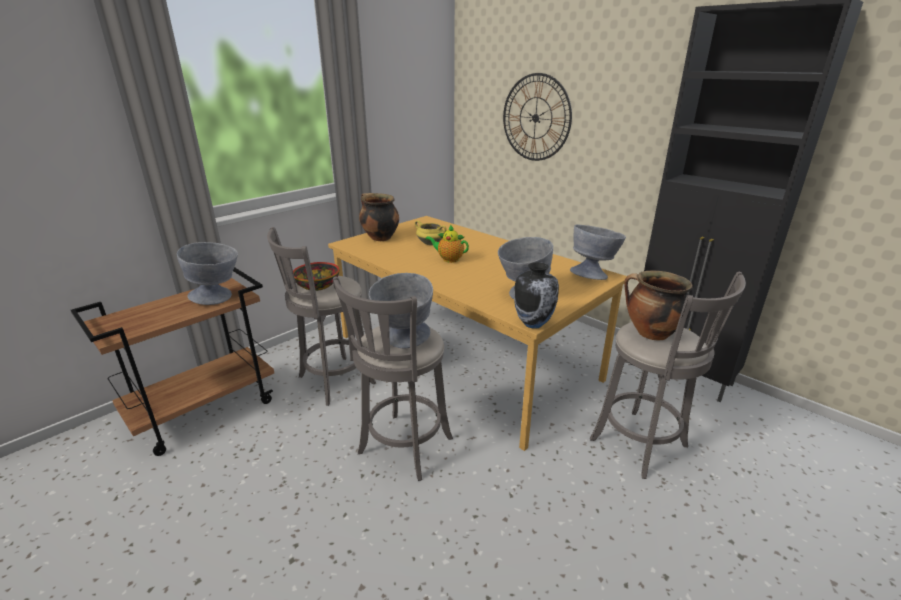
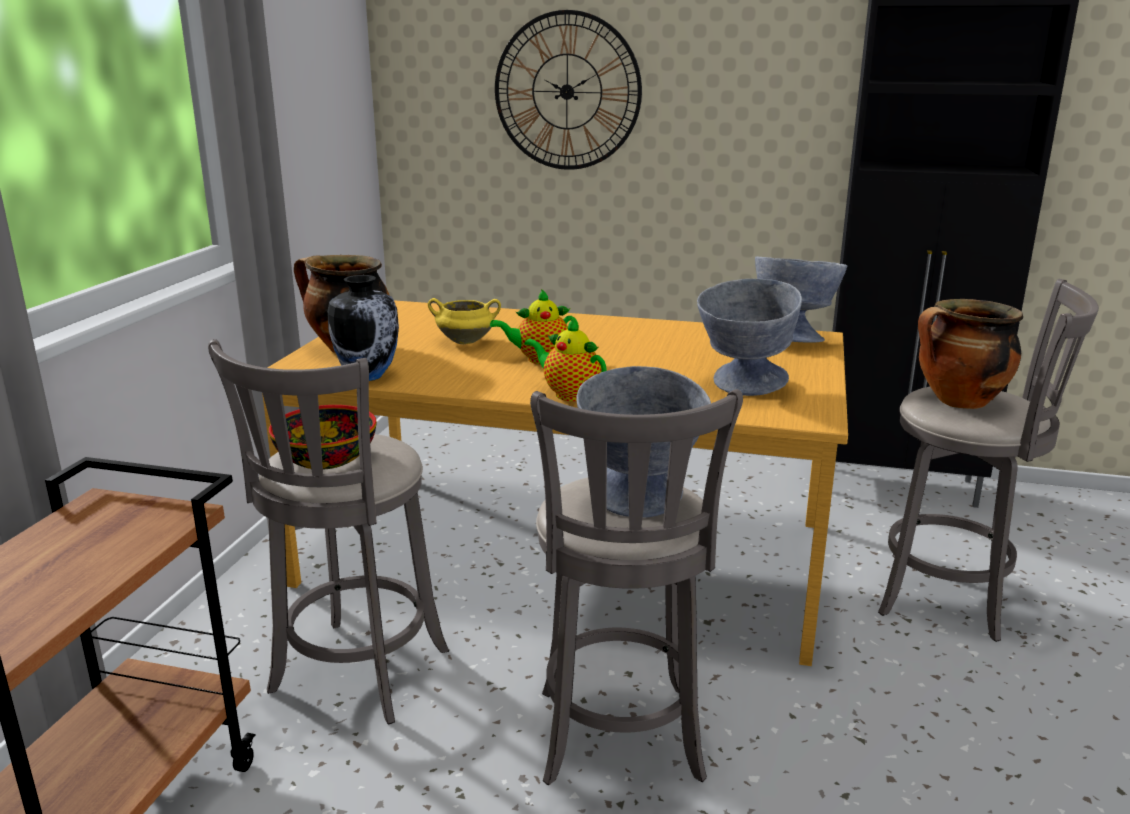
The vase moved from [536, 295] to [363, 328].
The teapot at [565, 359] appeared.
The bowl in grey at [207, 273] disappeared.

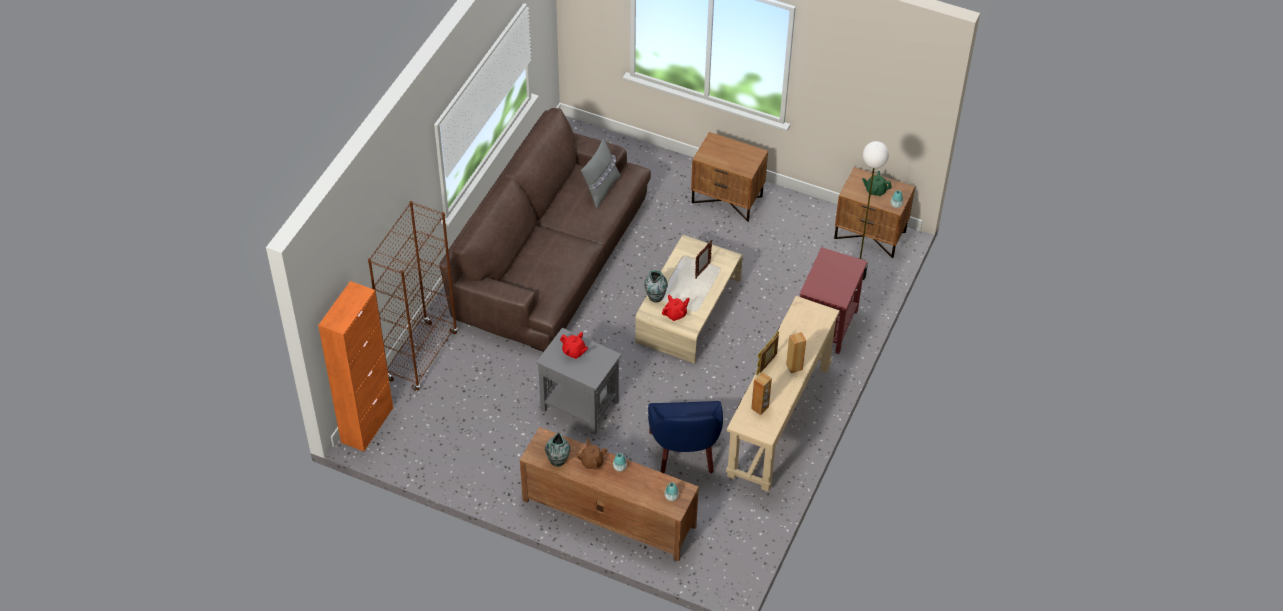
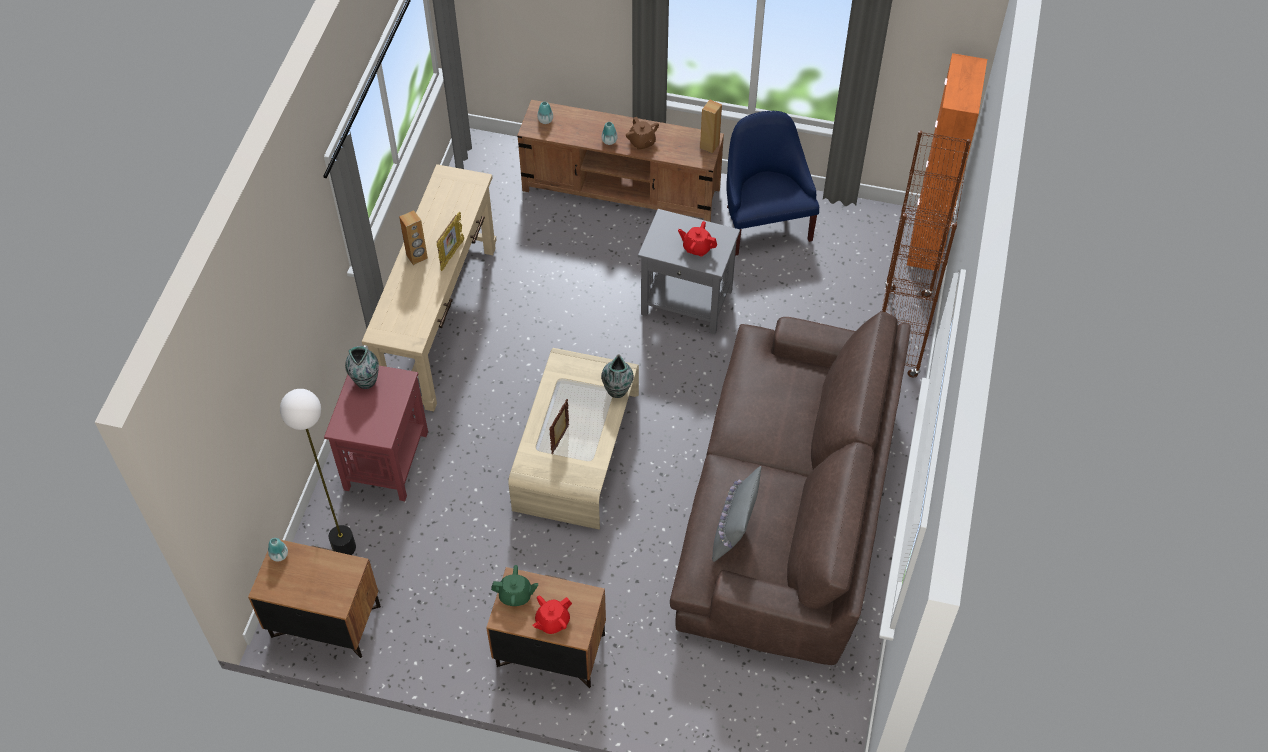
The vase moved from [558, 449] to [362, 367].
The teapot in green moved from [877, 183] to [514, 585].
The teapot in red moved from [676, 308] to [552, 615].
The speaker in brown moved from [761, 393] to [711, 126].
The armchair in blue moved from [685, 437] to [773, 183].

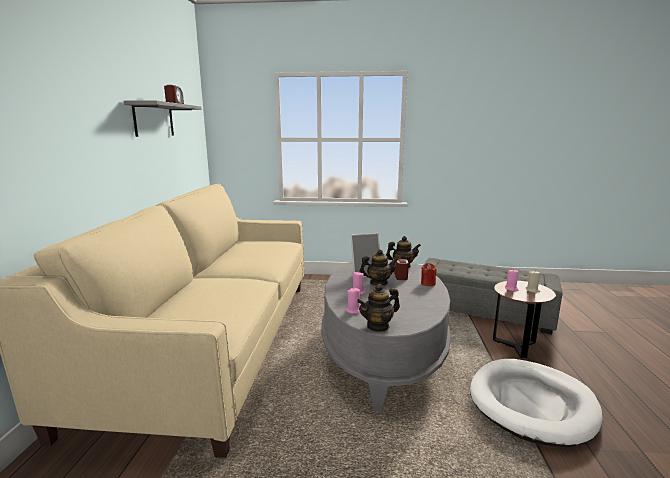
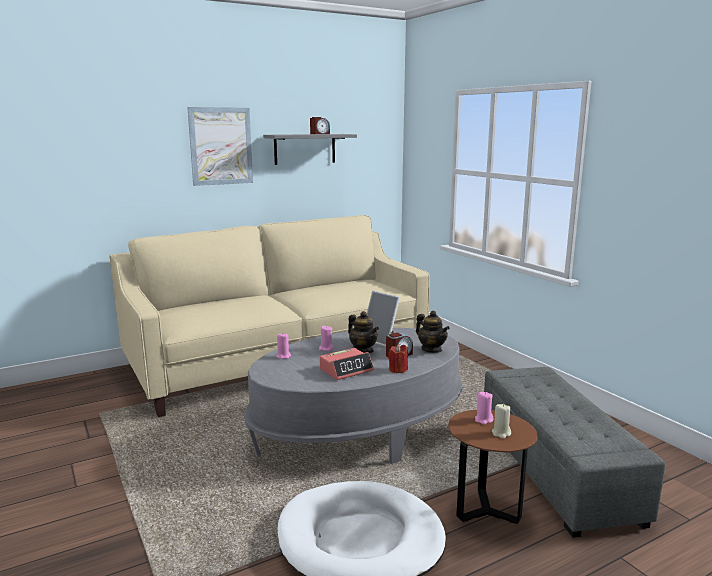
The picture at [220, 146] appeared.
The alarm clock at [347, 364] appeared.
The teapot at [378, 308] disappeared.

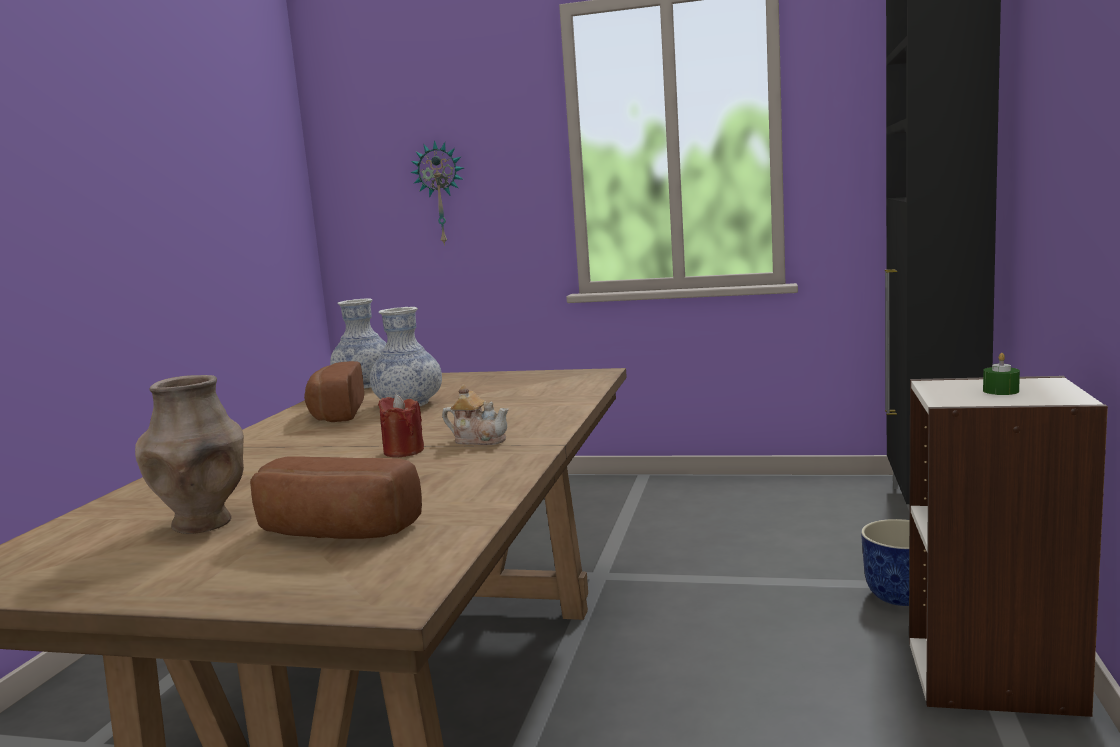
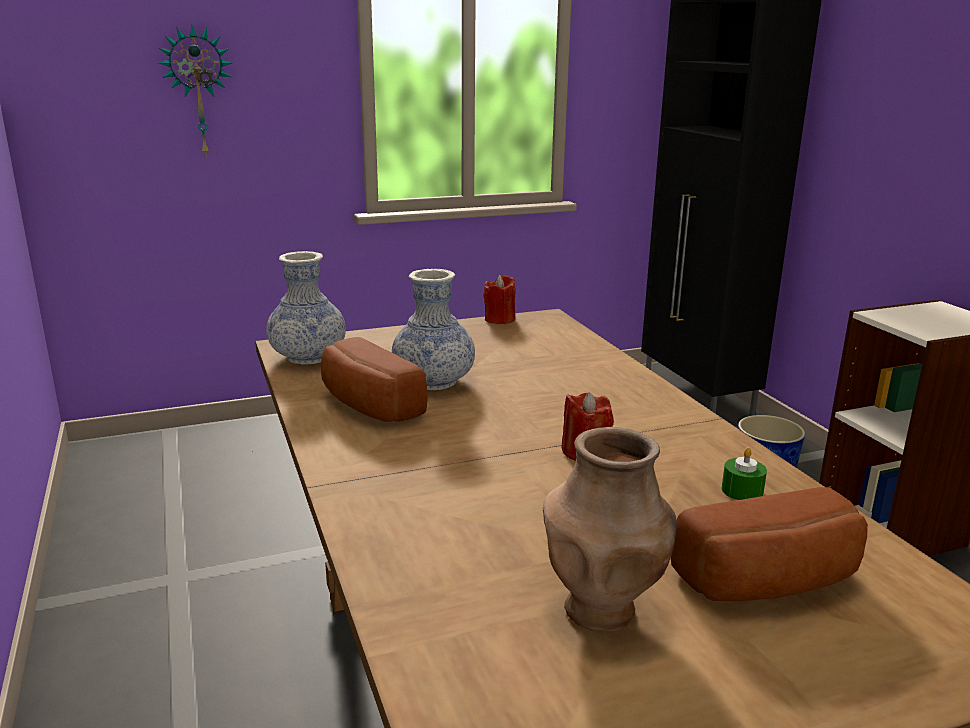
The candle in red at [499, 299] appeared.
The candle in green moved from [1001, 374] to [744, 473].
The teapot at [475, 415] disappeared.

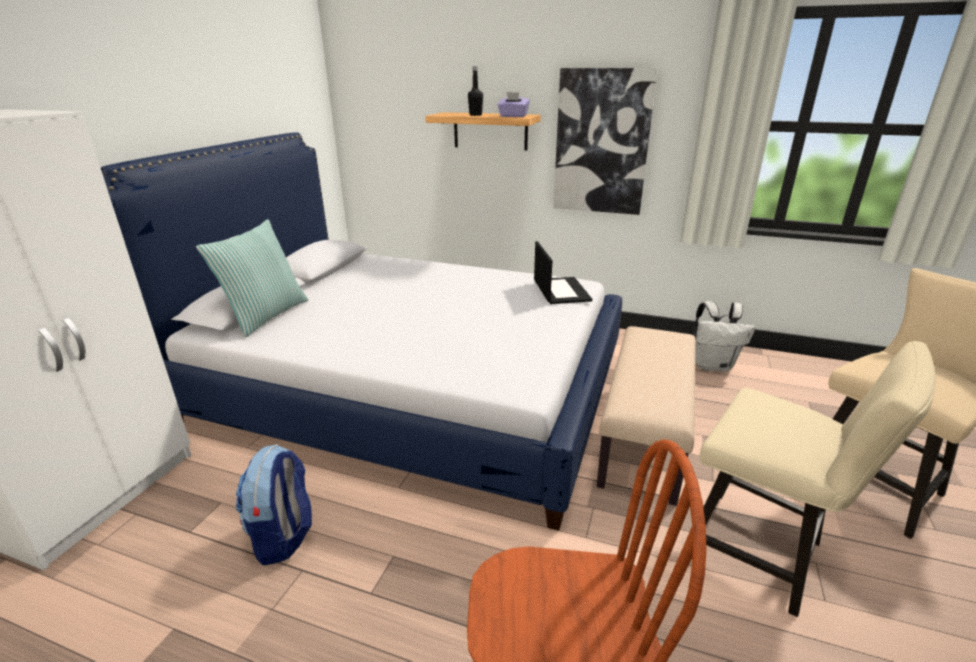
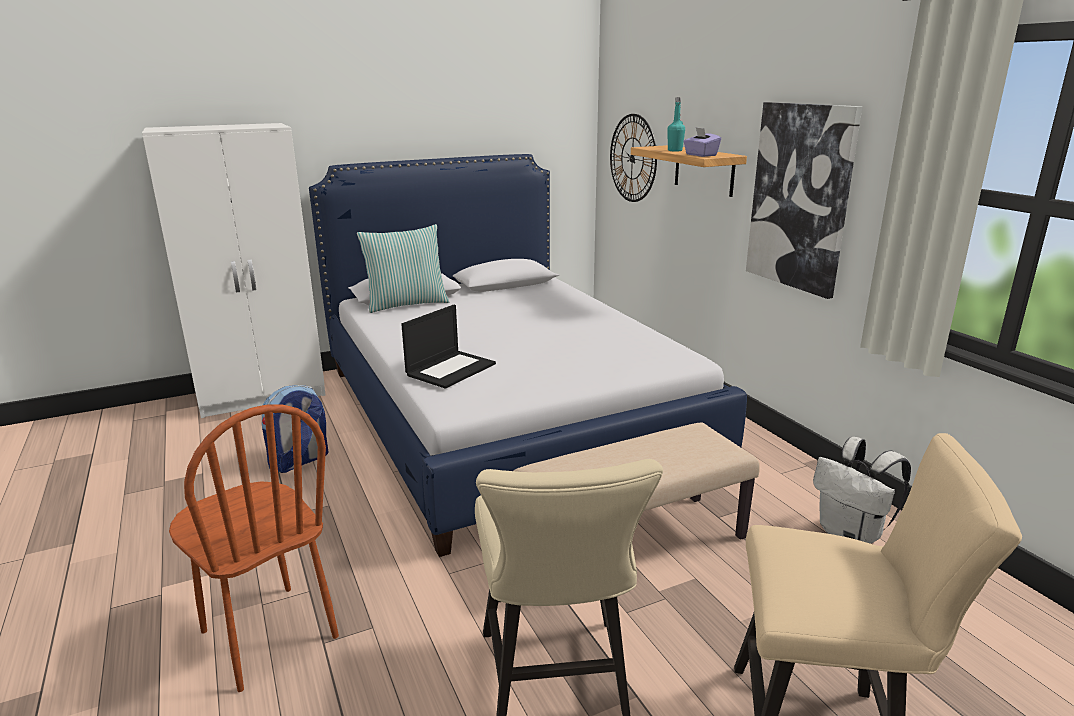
The laptop moved from [563, 272] to [448, 347].
The wall clock at [633, 158] appeared.
The bottle in black at [475, 91] became the bottle in turquoise at [676, 124].

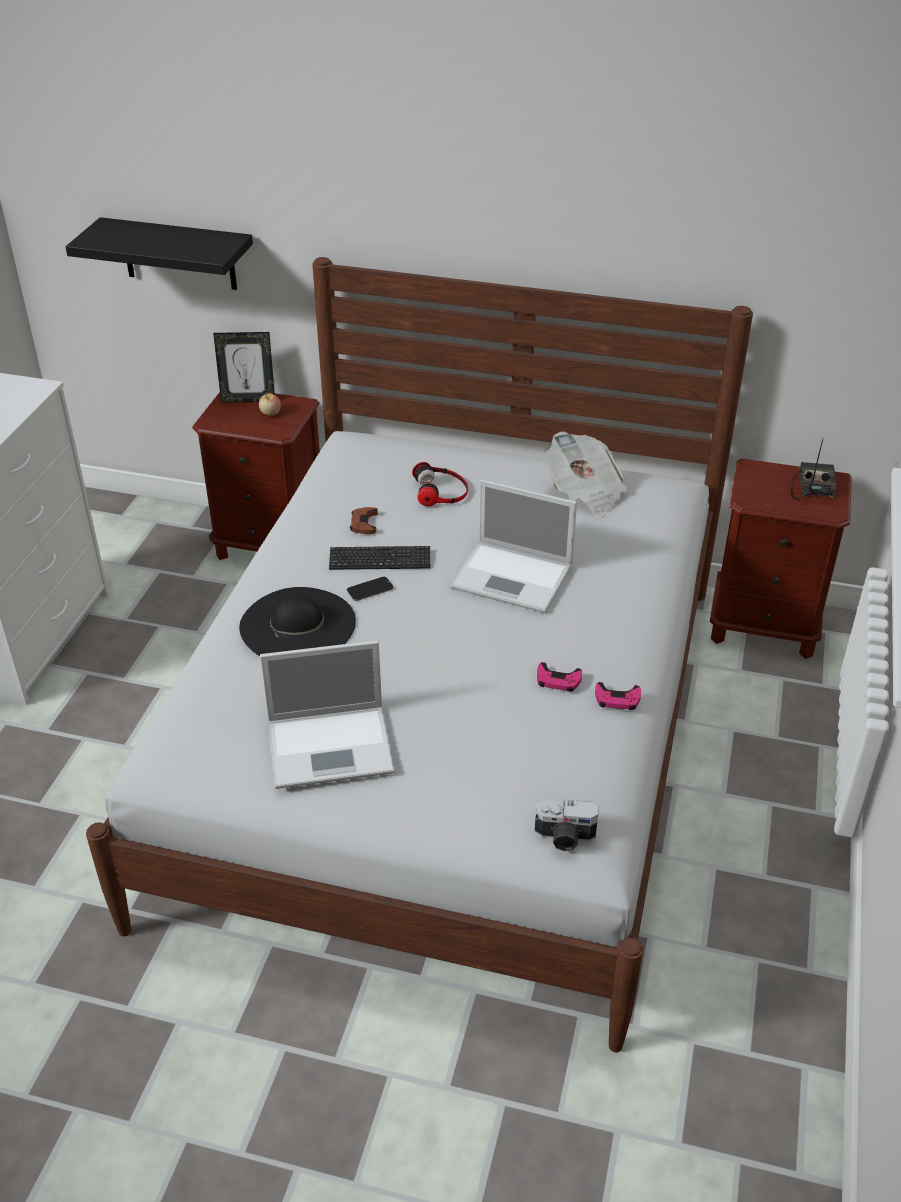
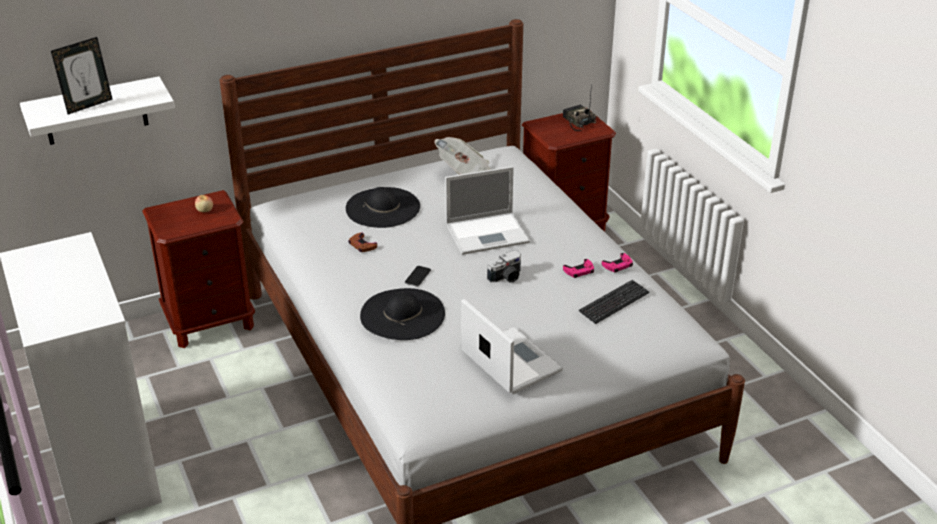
The shelf in black at [159, 253] became the shelf in white at [97, 110].
The picture frame moved from [244, 367] to [82, 76].
The headphones at [440, 484] was replaced by the hat in black at [383, 207].
The laptop at [327, 714] turned 75 degrees counterclockwise.
The photo camera moved from [567, 825] to [504, 267].
The keyboard moved from [379, 558] to [614, 302].

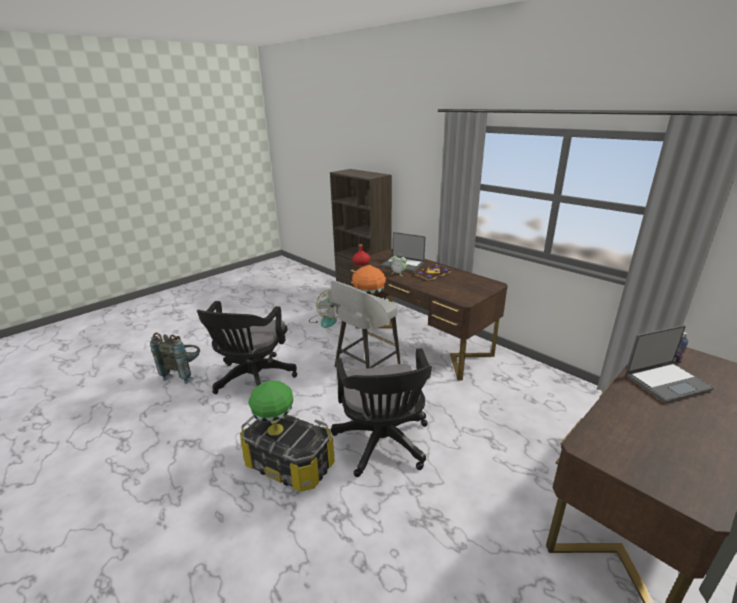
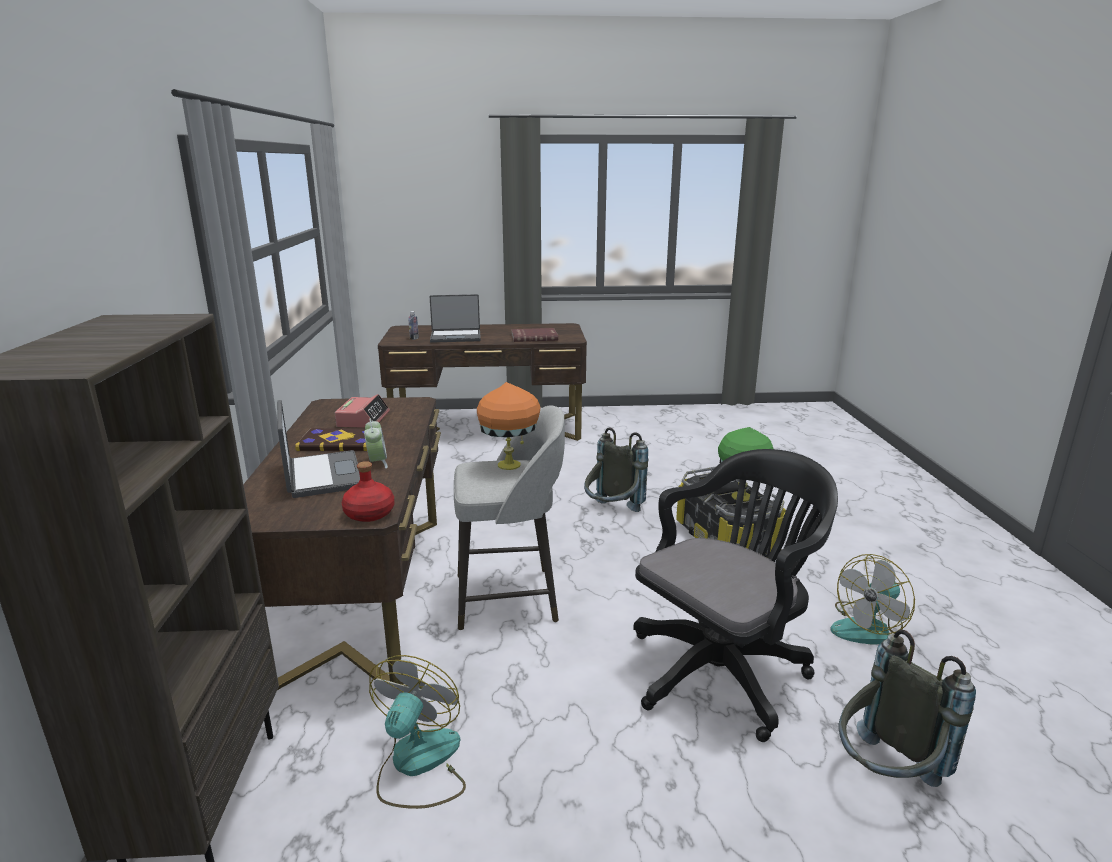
The alarm clock at [362, 411] appeared.
The laptop at [670, 364] turned 150 degrees clockwise.
The book in red at [534, 335] appeared.
The office chair in black at [381, 412] was replaced by the backpack in grey at [616, 470].
The fan at [872, 599] appeared.

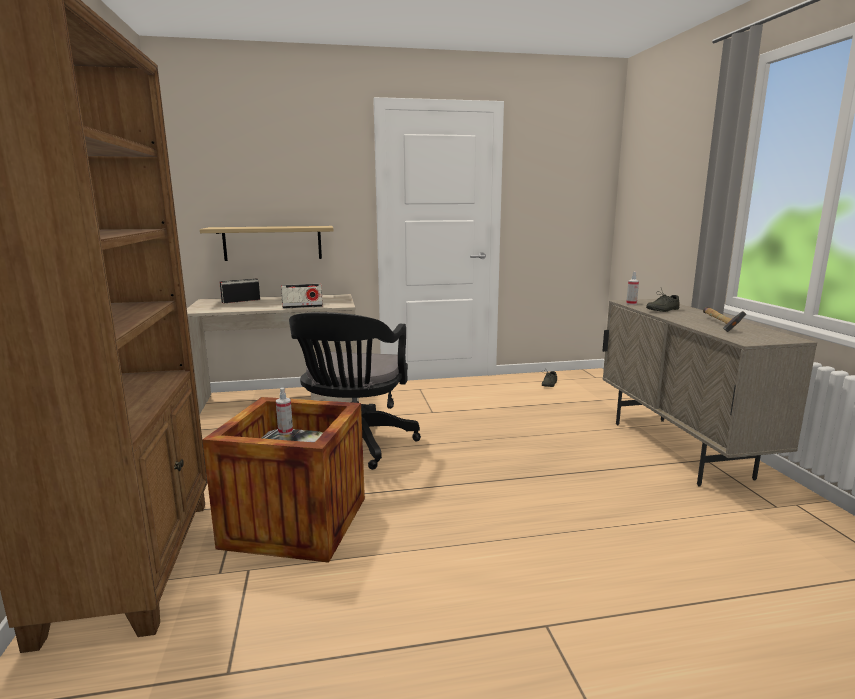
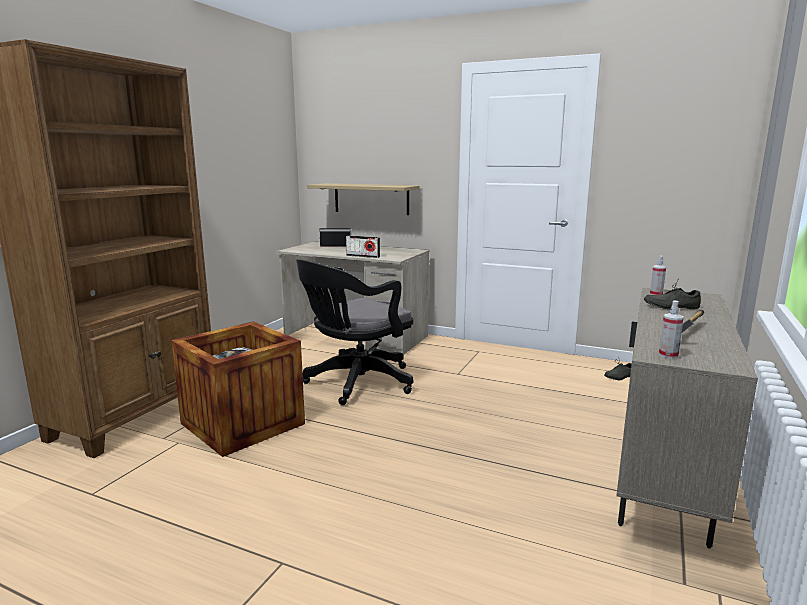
The spray bottle moved from [284, 411] to [671, 329].

